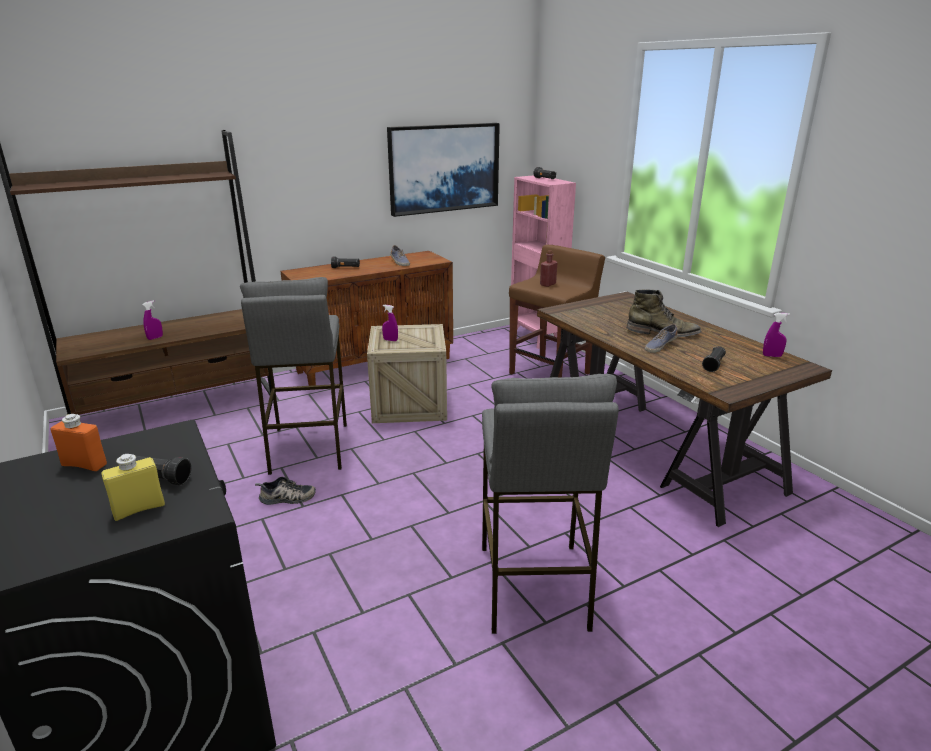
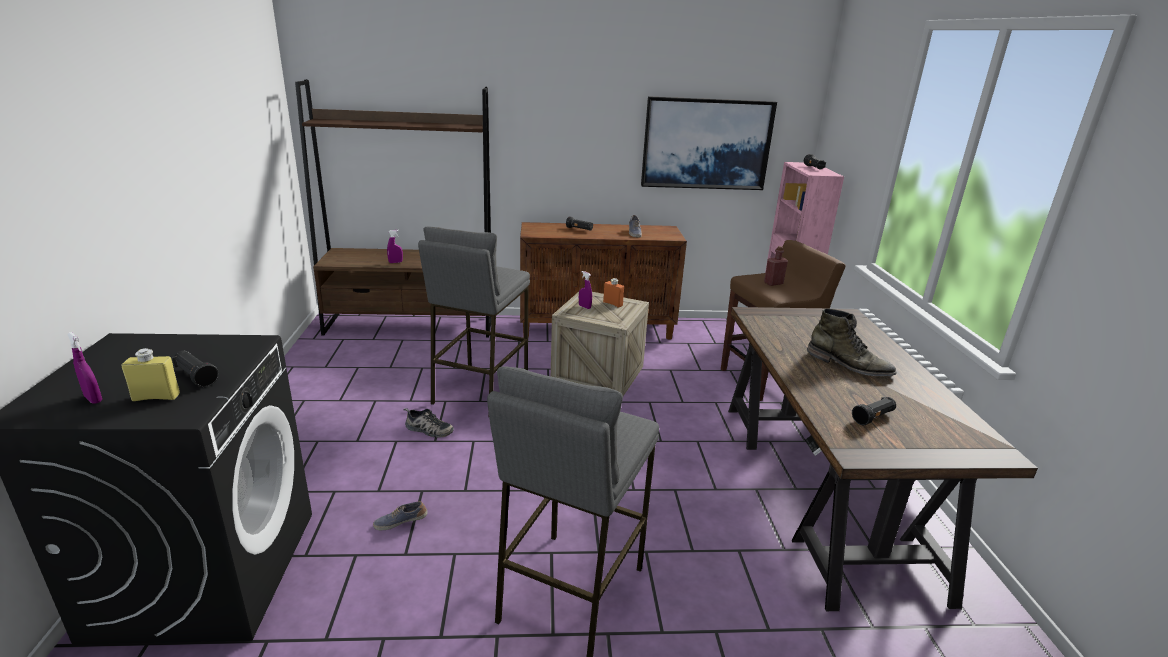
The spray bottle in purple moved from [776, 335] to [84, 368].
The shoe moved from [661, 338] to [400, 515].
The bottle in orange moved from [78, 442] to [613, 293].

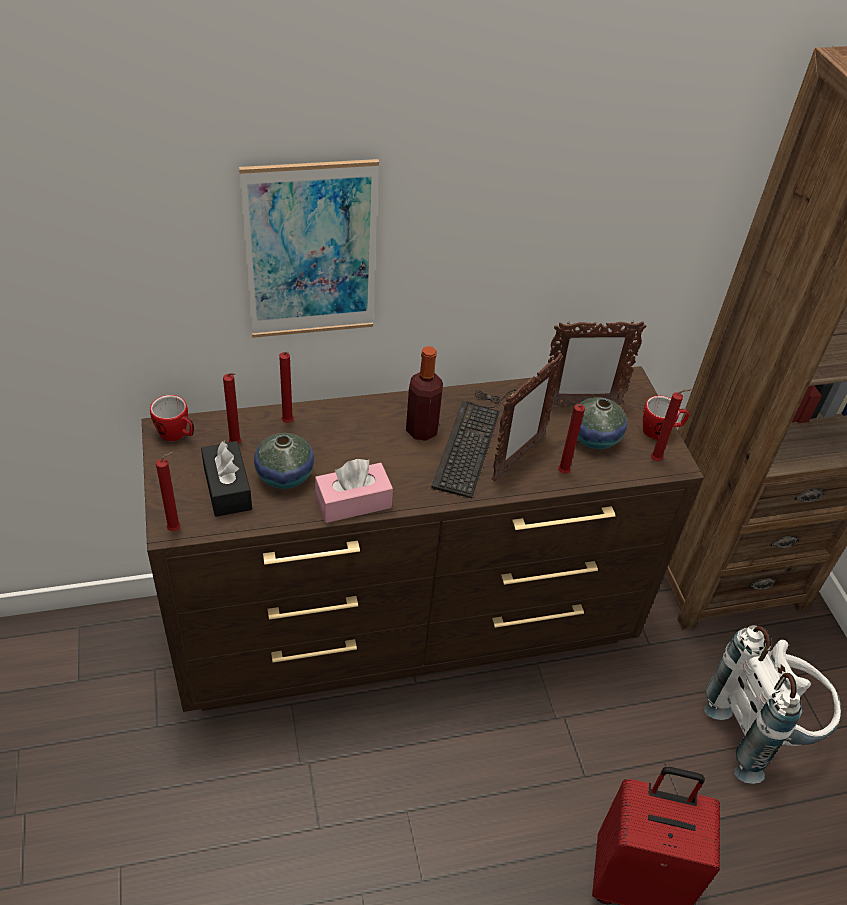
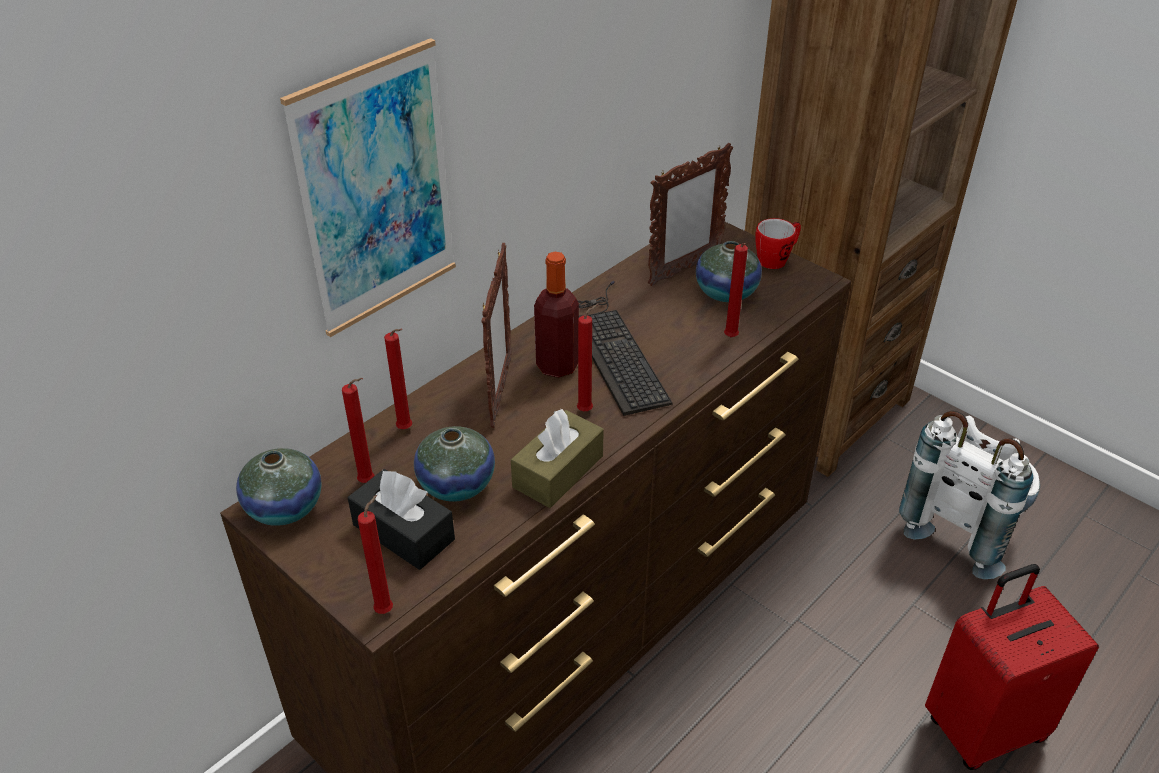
The mug at [172, 418] was replaced by the vase at [279, 487].
The picture frame moved from [527, 417] to [497, 335].
The tissue box in pink at [354, 491] became the tissue box in brown at [557, 458].
The candle in red moved from [671, 425] to [587, 357].

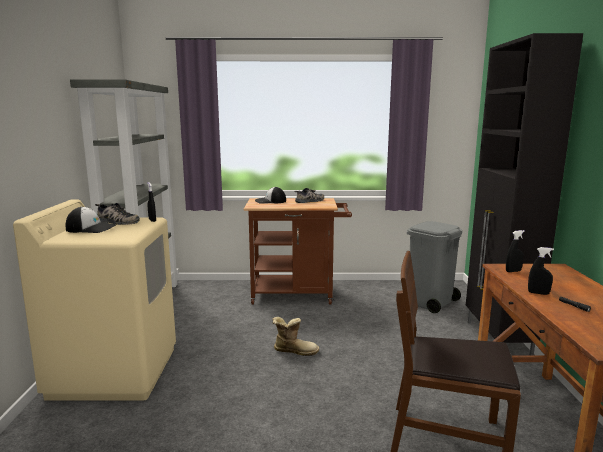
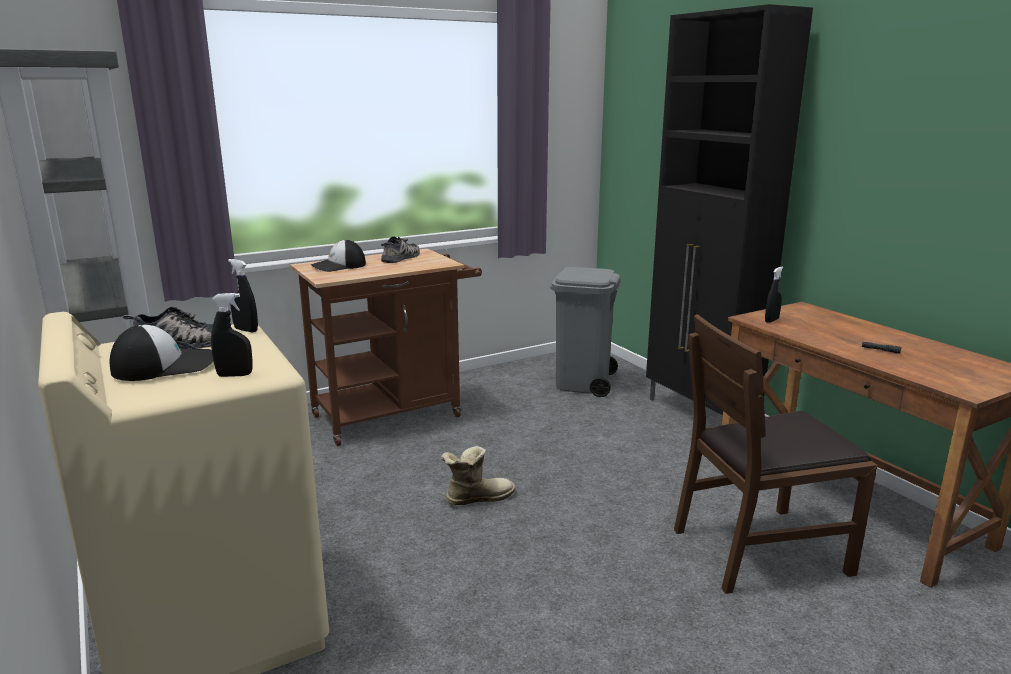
The spray bottle in black moved from [541, 271] to [232, 335].

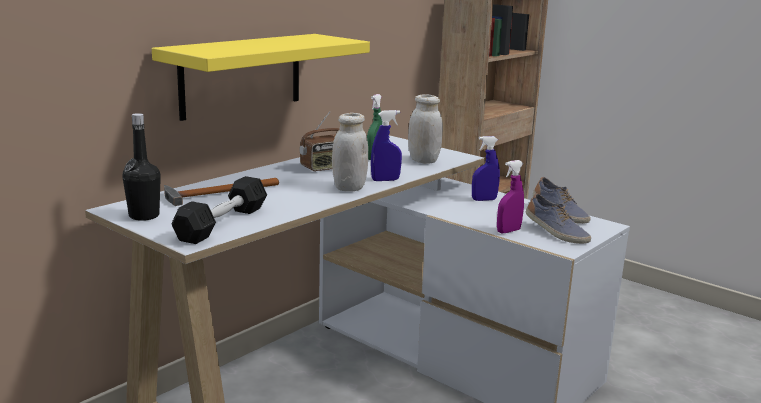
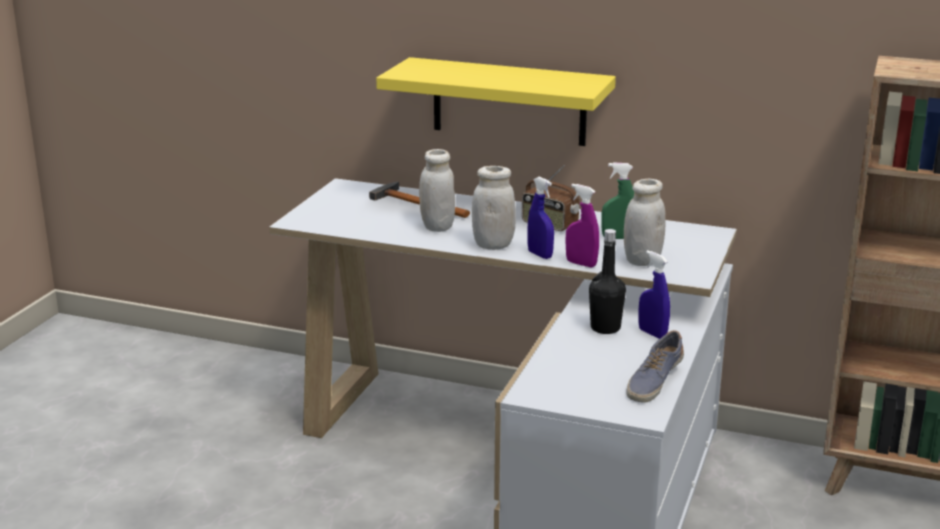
The jar in white at [437, 190] appeared.
The spray bottle in purple moved from [510, 196] to [582, 226].
The bottle in black moved from [142, 167] to [607, 281].
The dumbbell in black at [219, 210] disappeared.
The shoe at [558, 218] disappeared.

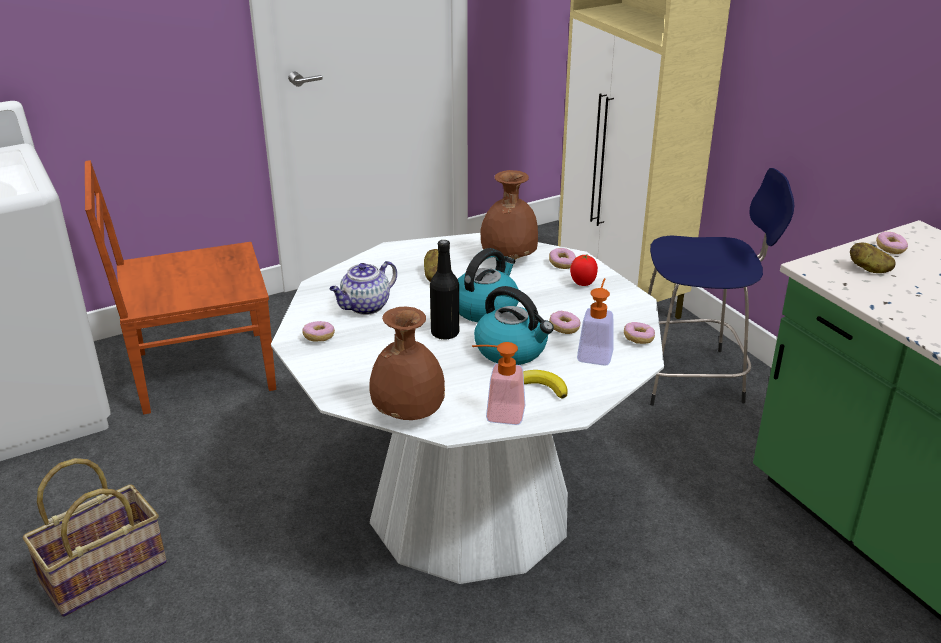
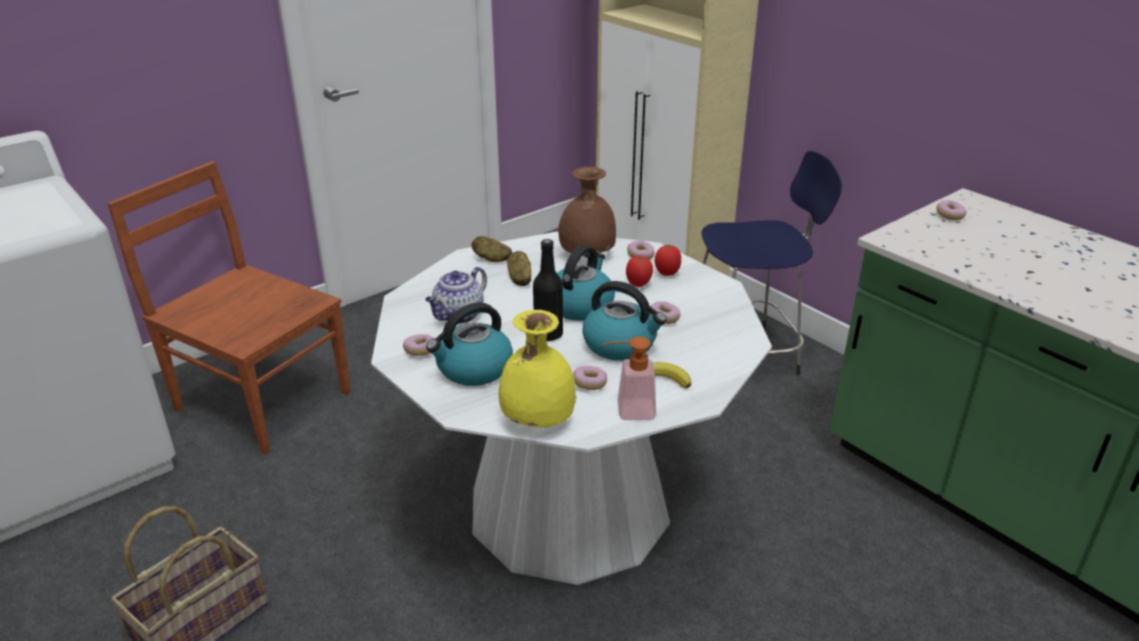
The chair in brown at [180, 287] turned 60 degrees clockwise.
The kettle at [469, 344] appeared.
The potato moved from [873, 258] to [491, 249].
The vase in brown at [407, 363] became the vase in yellow at [538, 369].
The donut moved from [639, 333] to [590, 378].
The tomato at [639, 271] appeared.
The soap dispenser at [595, 322] disappeared.

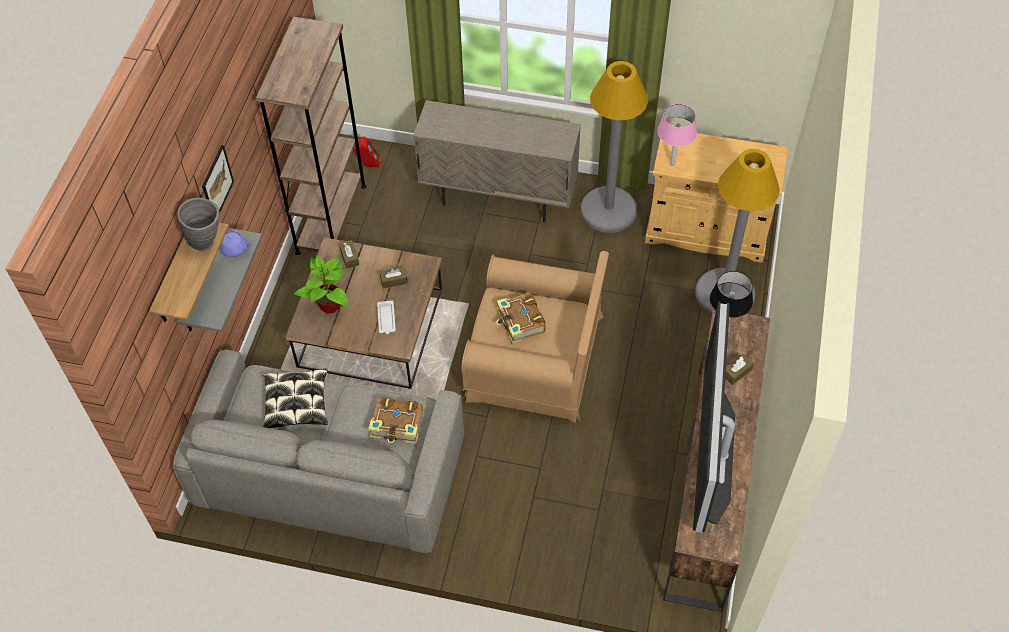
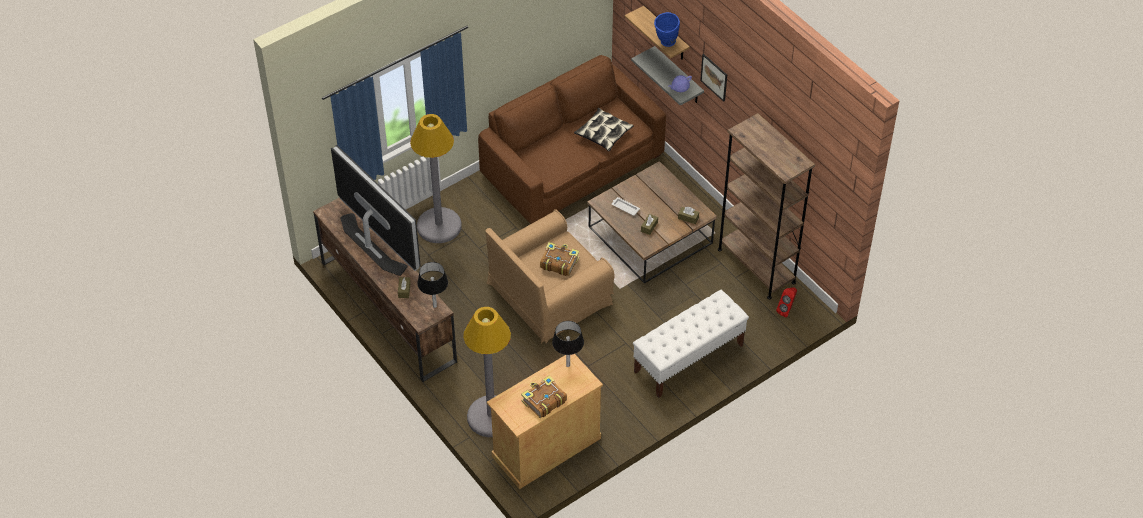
The floor lamp in grey moved from [614, 147] to [436, 178].
The sofa in grey at [318, 451] became the sofa in brown at [572, 139].
The book moved from [395, 420] to [544, 397].
The table lamp in pink at [677, 135] became the table lamp in black at [568, 344].
The cabinet in beige at [497, 161] was replaced by the bench in white at [691, 344].
The vase in grey at [198, 224] became the vase in blue at [667, 29].
The potted plant at [321, 284] disappeared.

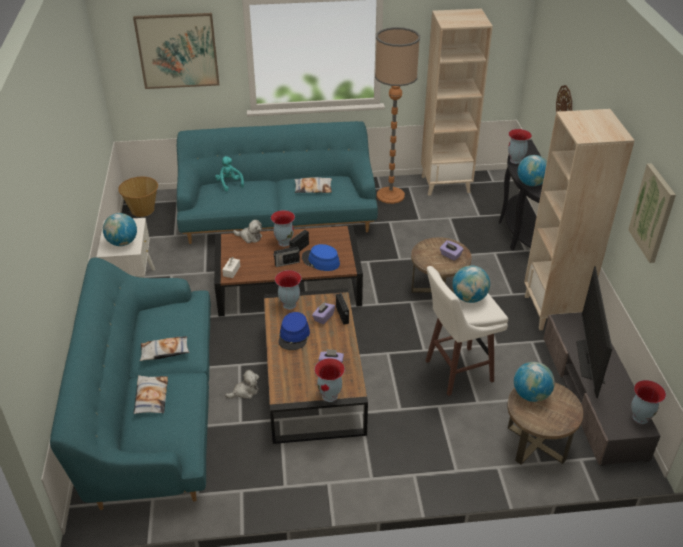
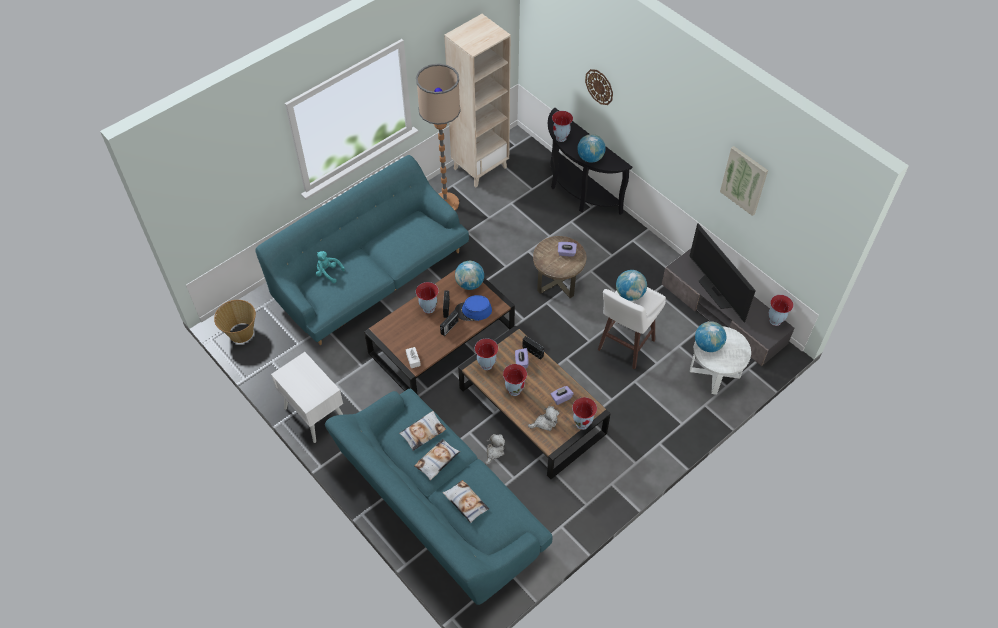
The pillow moved from [313, 185] to [422, 431].
The globe moved from [120, 229] to [469, 275].
The hat in blue at [294, 331] was replaced by the vase at [515, 380].
The plush toy moved from [247, 231] to [543, 418].
The side table in brown at [545, 423] became the side table in white at [720, 360].
The picture at [176, 51] disappeared.
The bookcase in beige at [579, 219] disappeared.

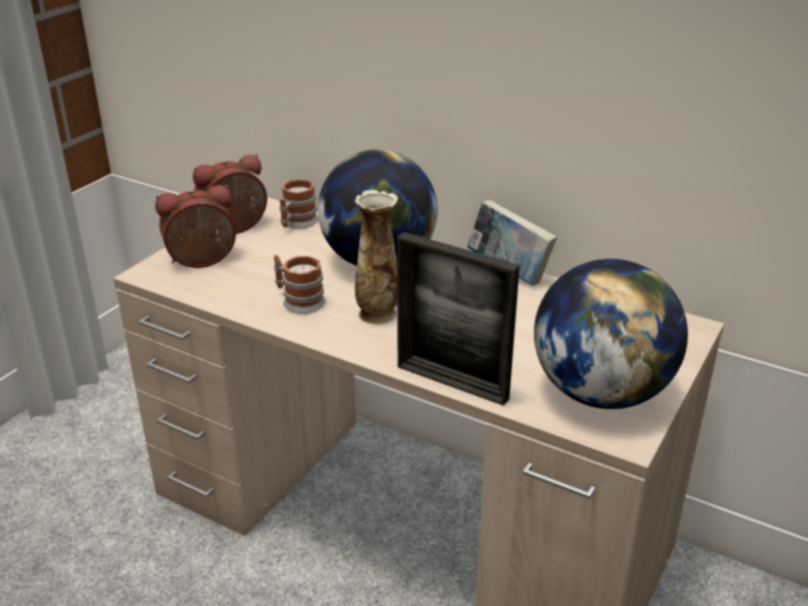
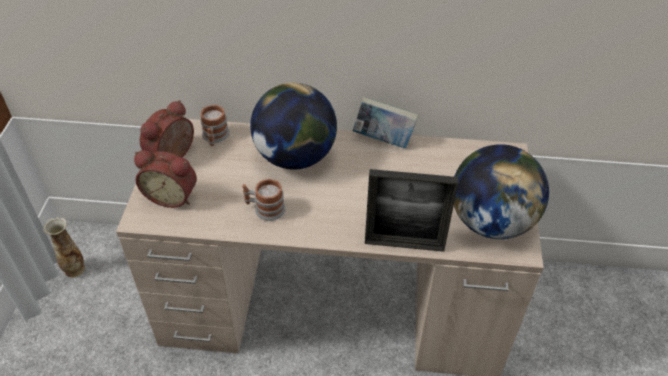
The vase moved from [376, 257] to [64, 247].
The alarm clock at [195, 226] turned 120 degrees counterclockwise.

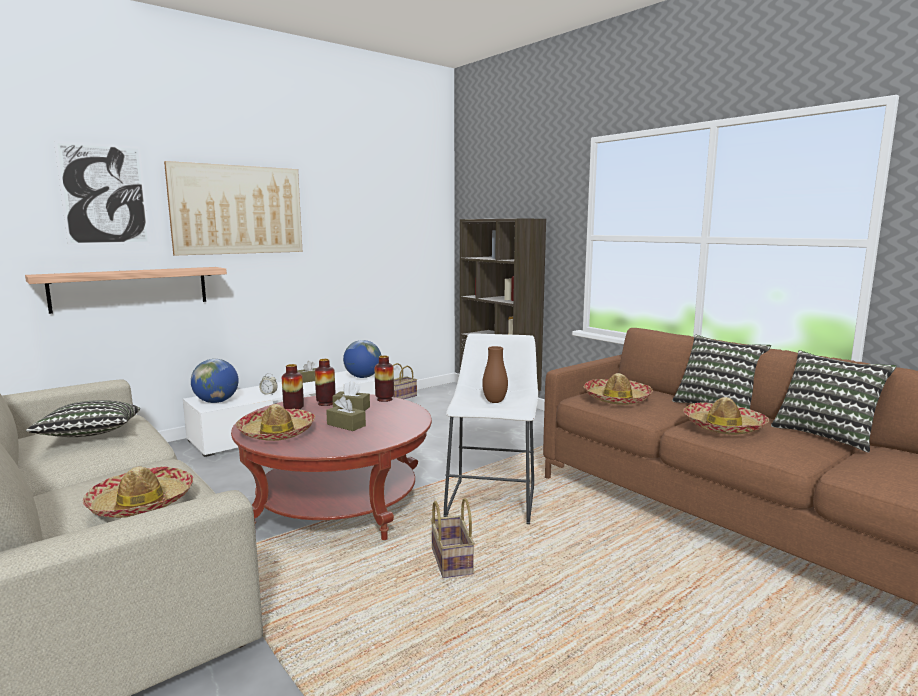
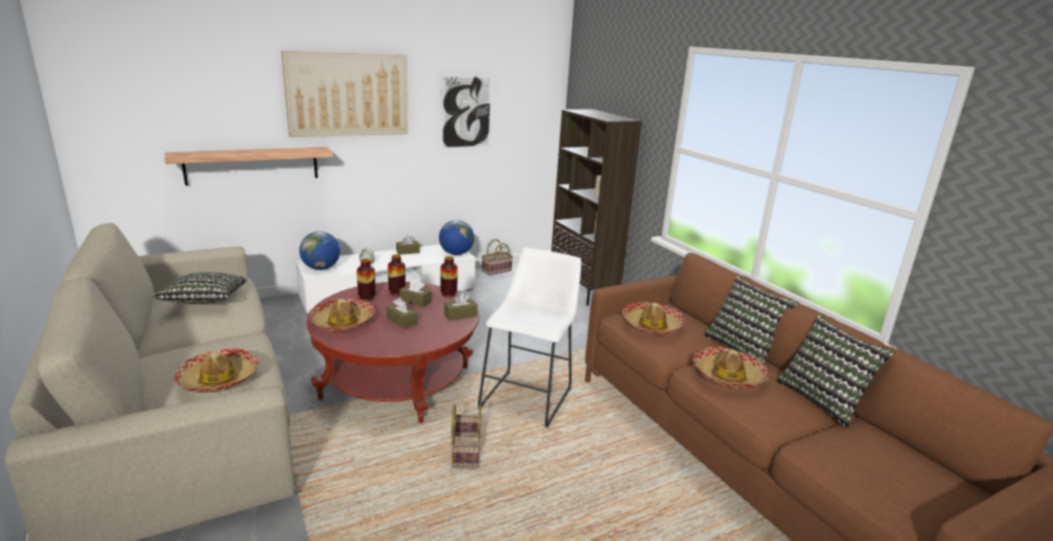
The picture moved from [102, 192] to [466, 111].
The tissue box in brown at [461, 307] appeared.
The vase in brown at [495, 374] disappeared.

